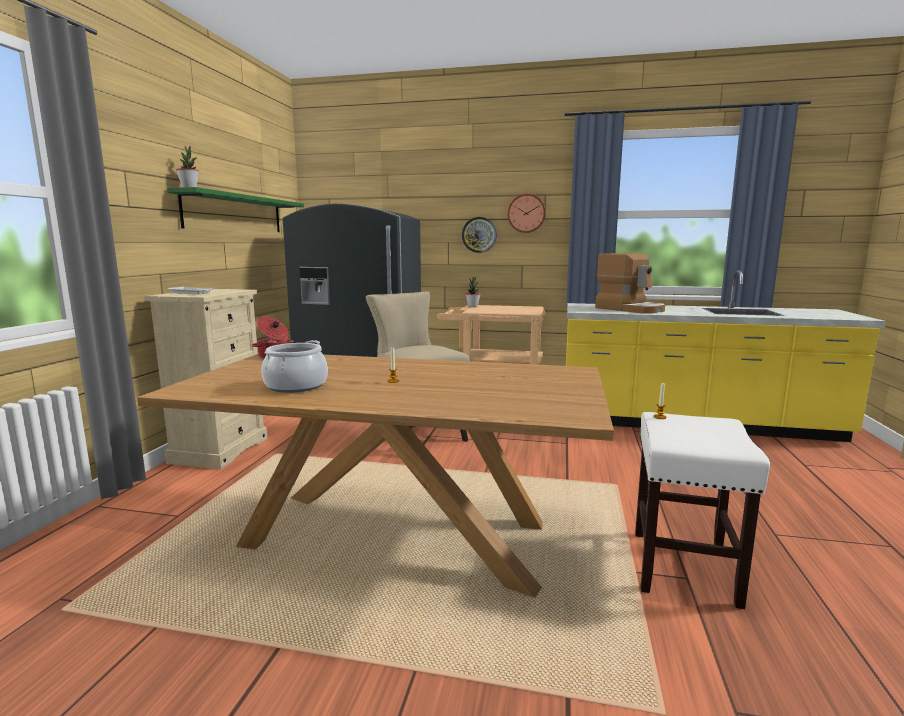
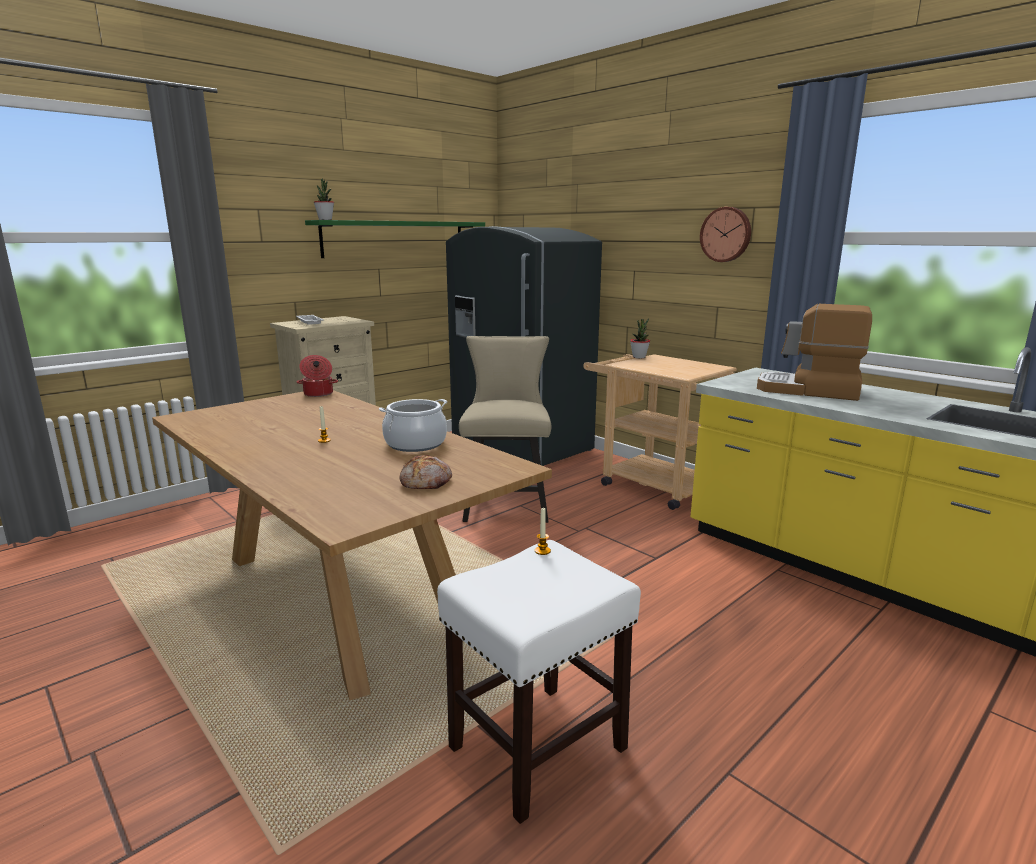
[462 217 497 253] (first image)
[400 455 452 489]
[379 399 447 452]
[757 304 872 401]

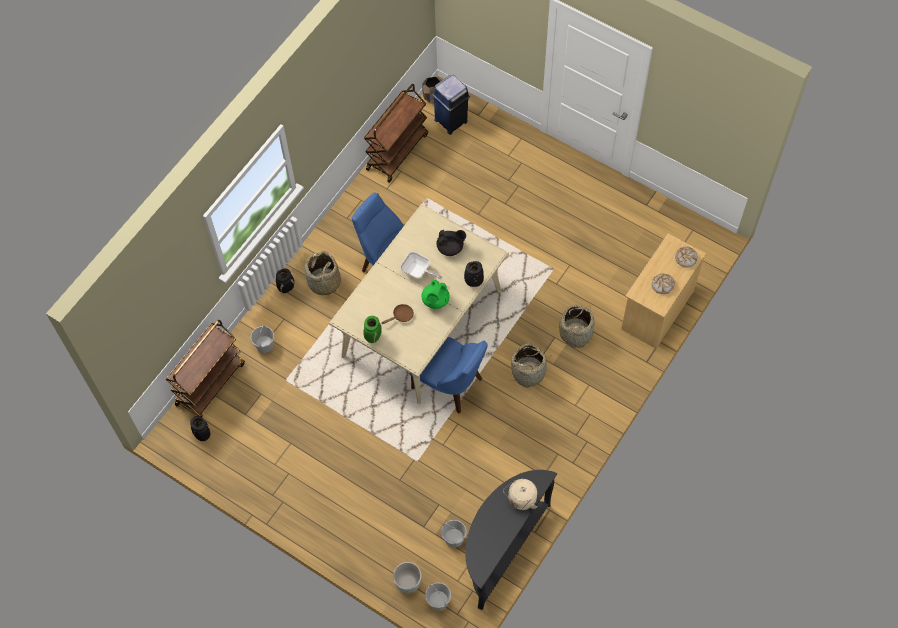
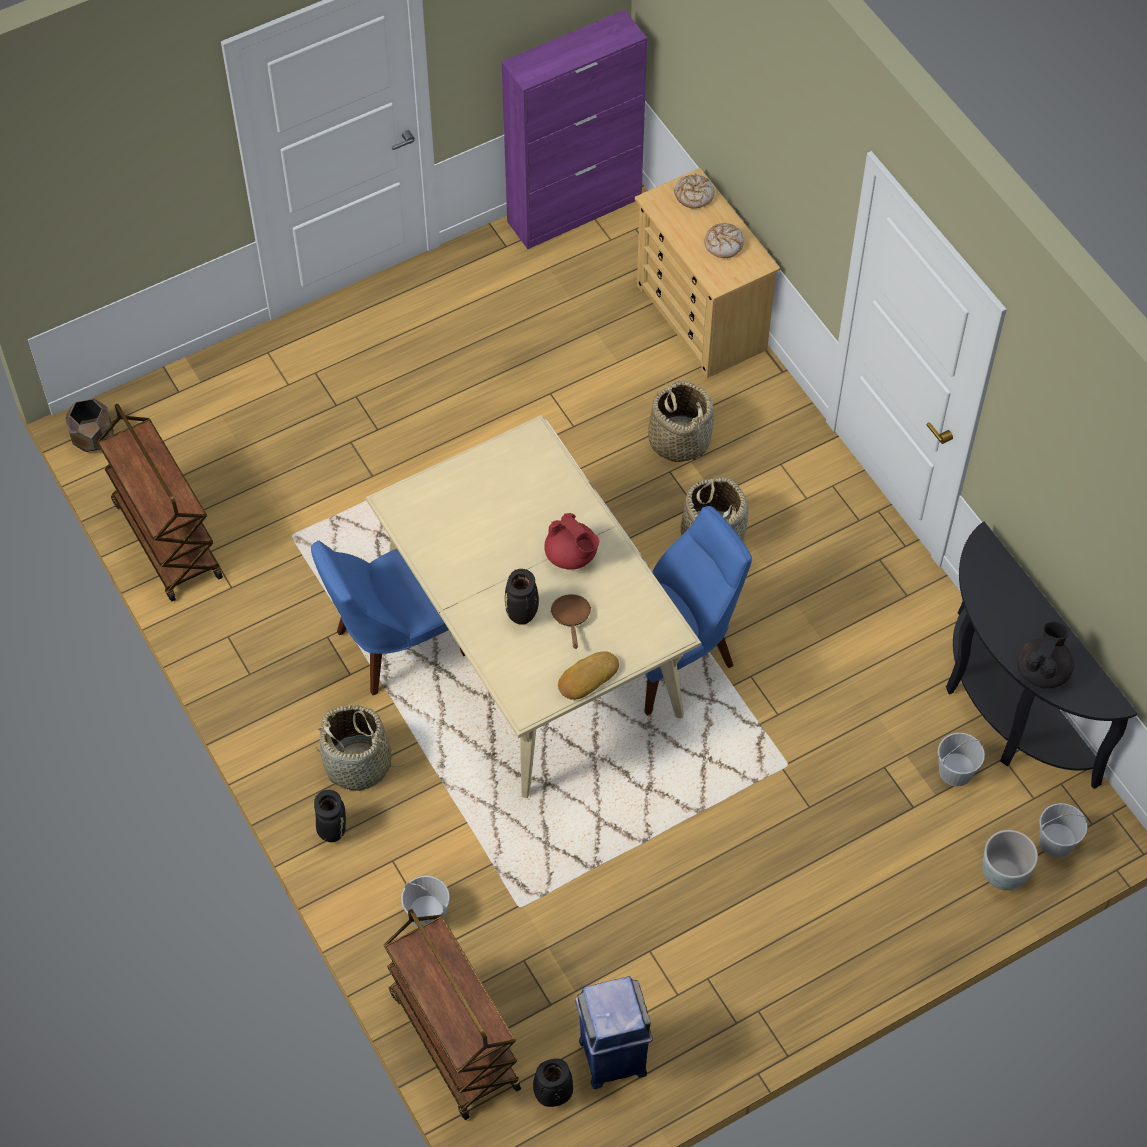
[400 251 442 279] (first image)
[503 479 537 510] (first image)
[501 10 647 249]
[575 976 653 1089]
[1017 622 1074 689]
[505 569 539 625]
[558 651 619 700]
[544 513 599 570]

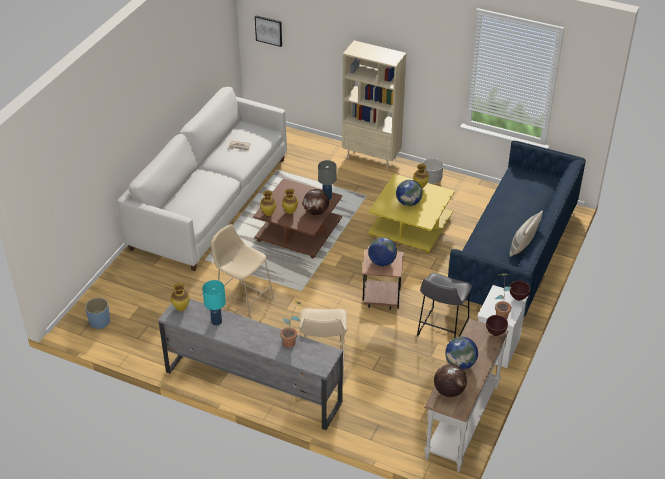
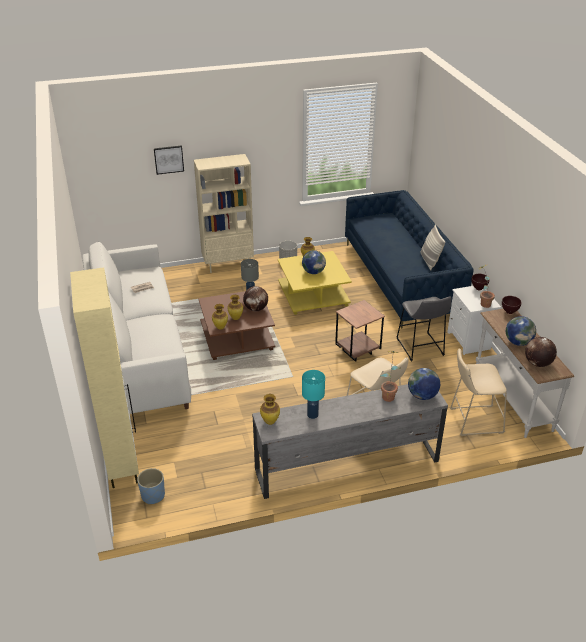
[70 267 139 488]
[450 349 507 436]
[154 145 184 175]
[408 368 440 400]

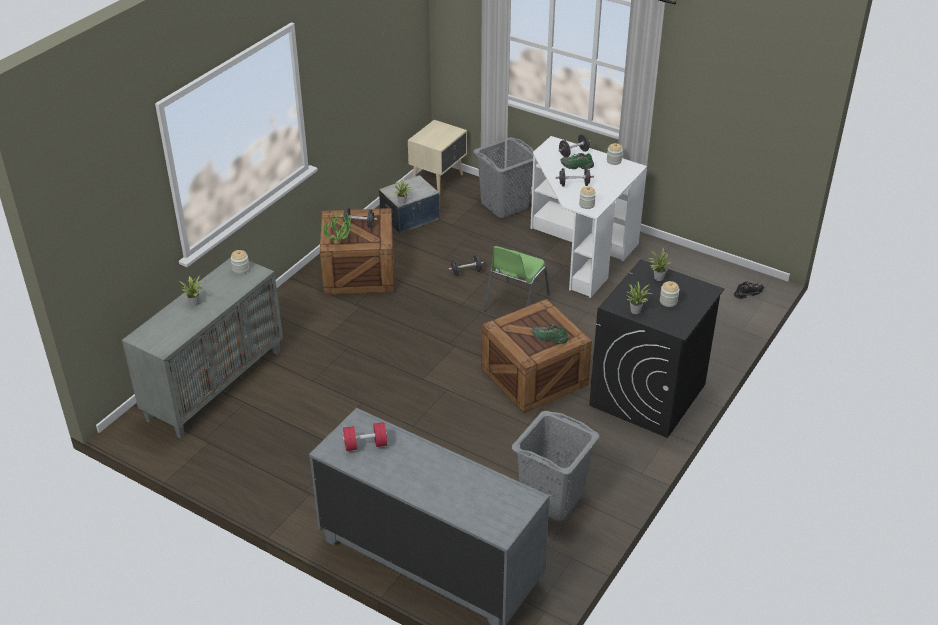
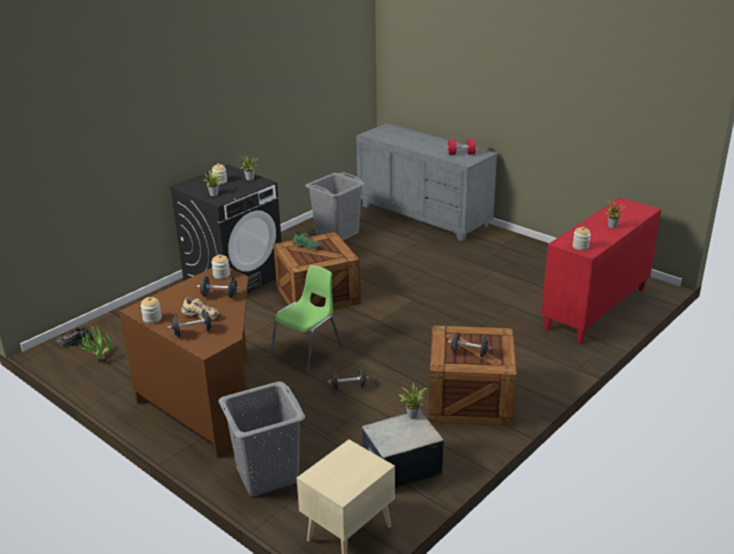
[78 324 112 360]
[541 197 661 343]
[119 268 248 458]
[181 297 220 319]

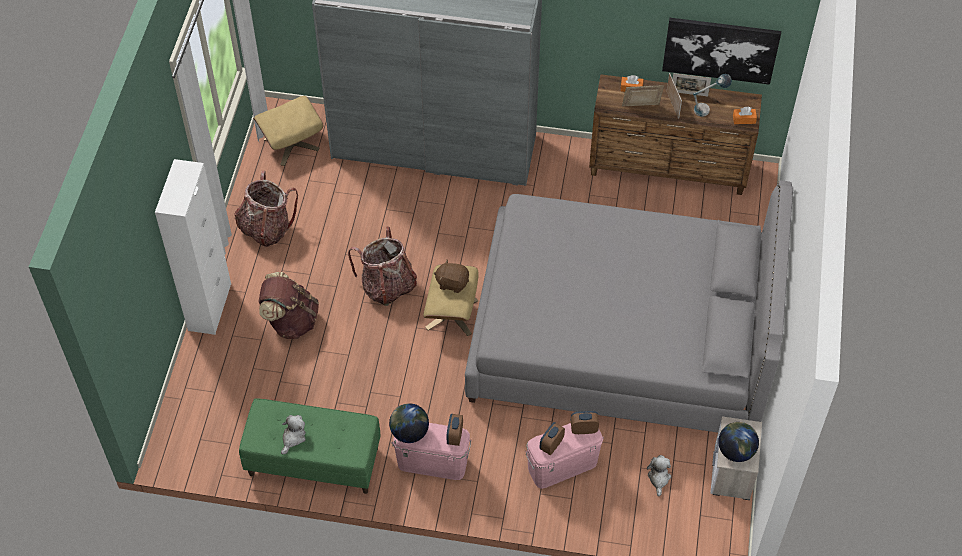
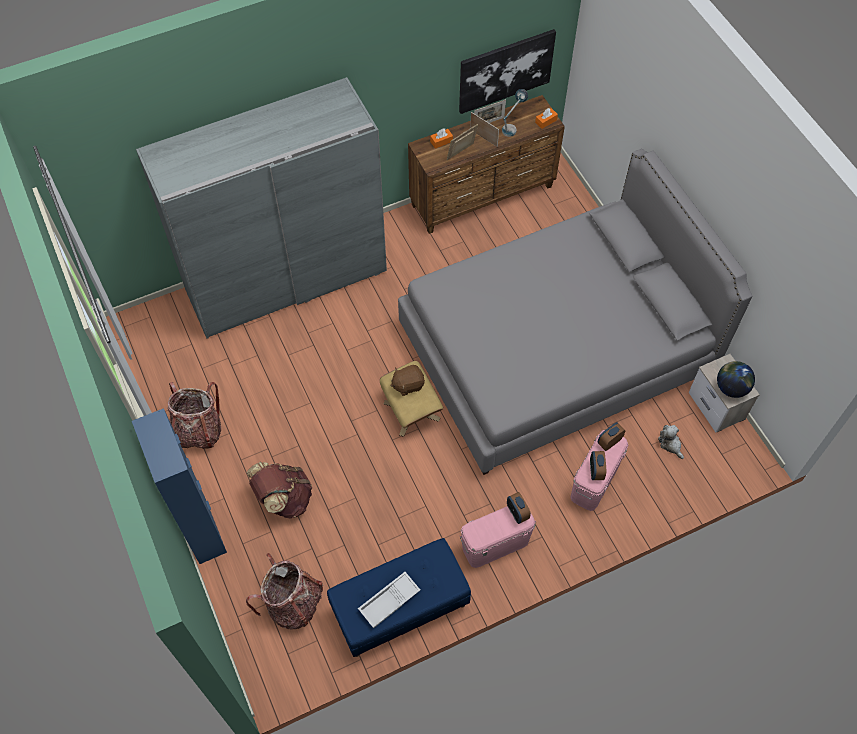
[253 96 323 166] (first image)
[389 403 429 443] (first image)
[246 553 323 630]
[358 572 420 628]
[132 408 227 564]
[327 538 471 657]

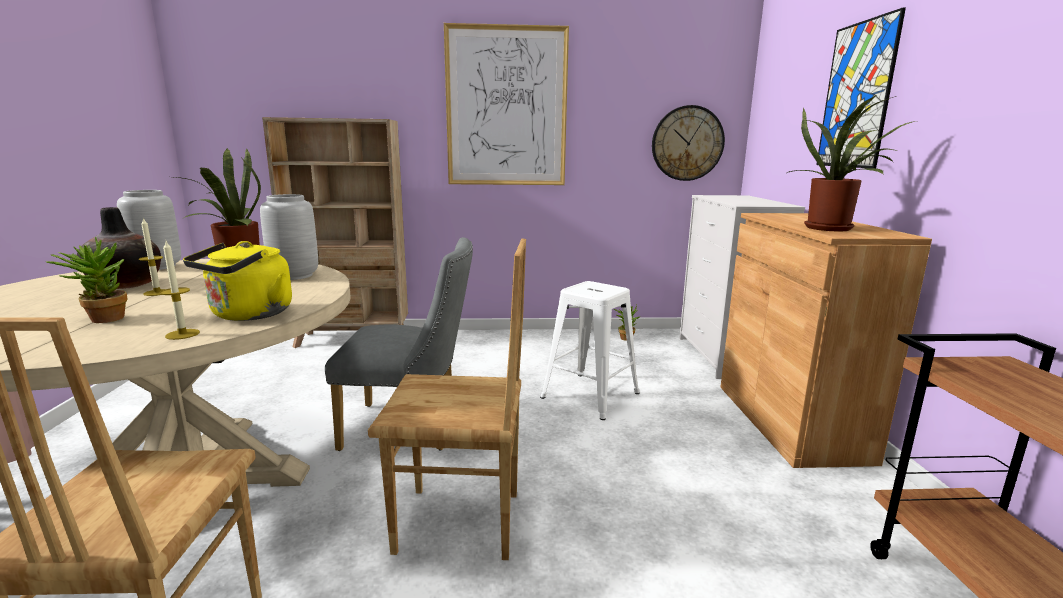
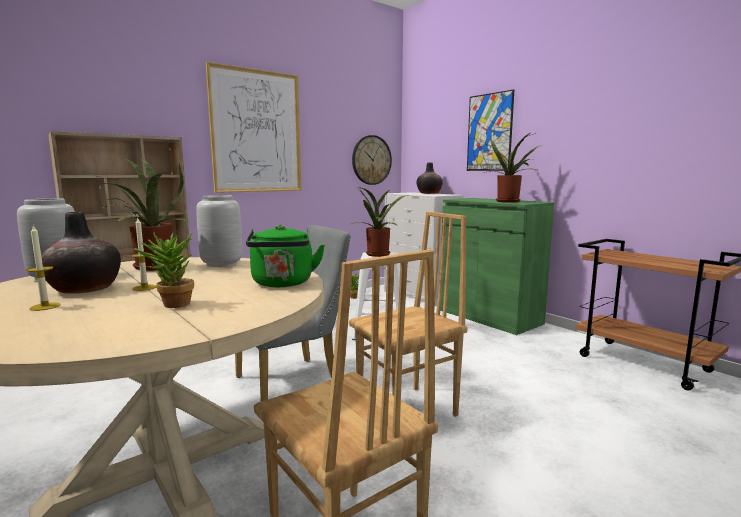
[349 187 409 257]
[417 163 443 194]
[26 224 61 311]
[246 224 325 287]
[440 198 554 335]

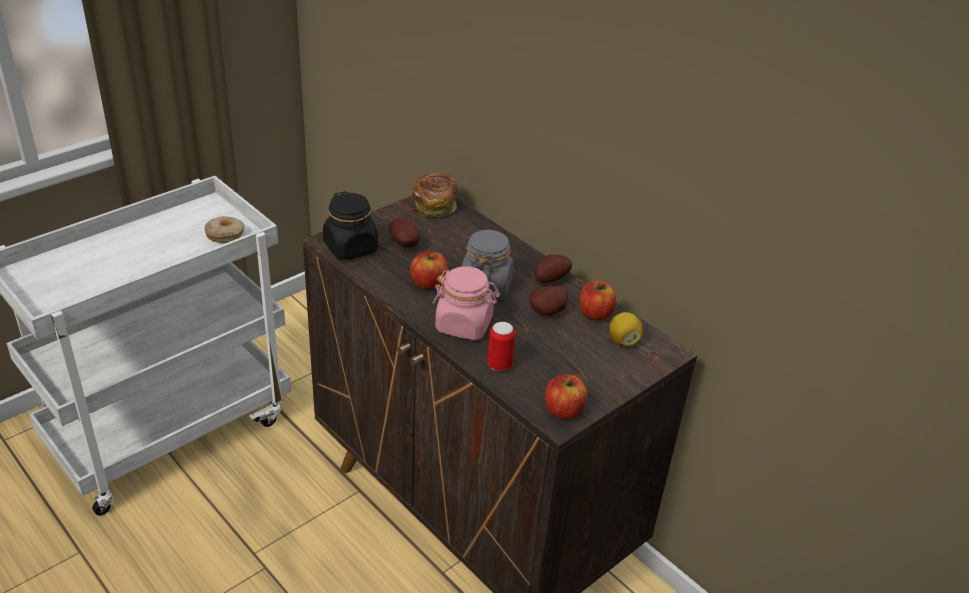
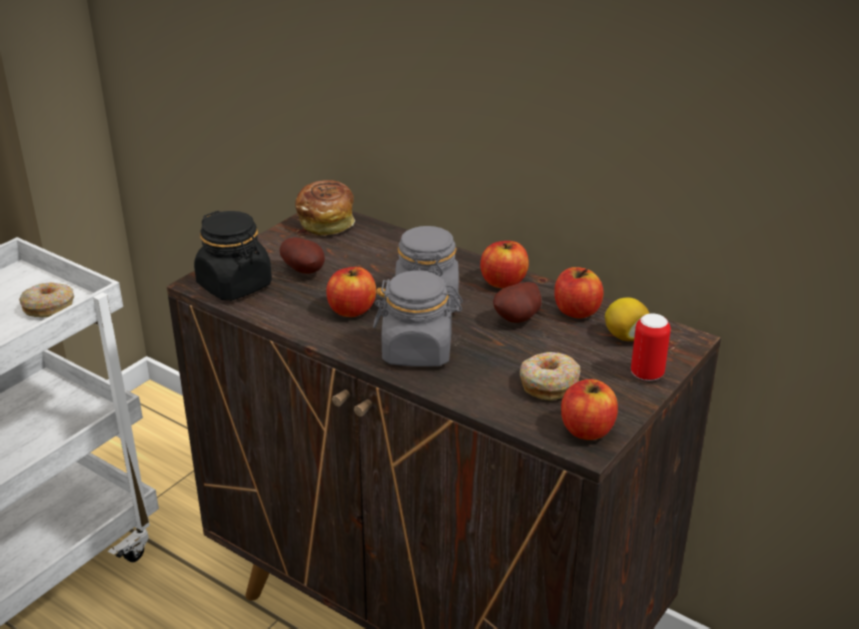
[520 352 580 401]
[631 313 671 381]
[480 241 529 288]
[373 271 463 367]

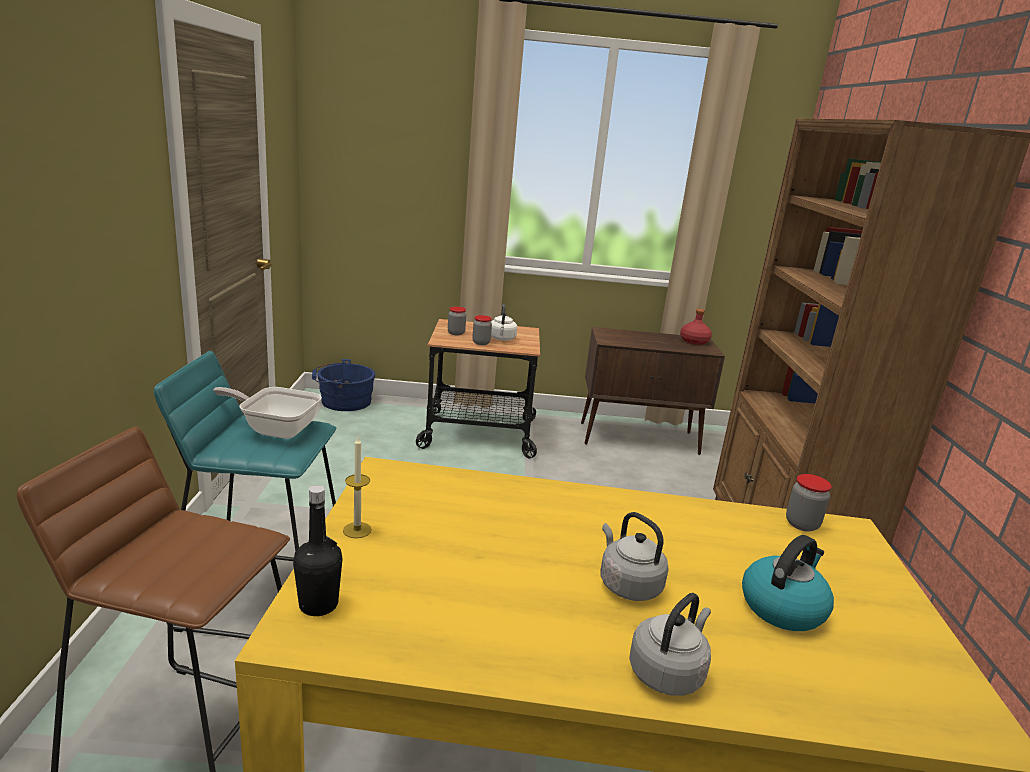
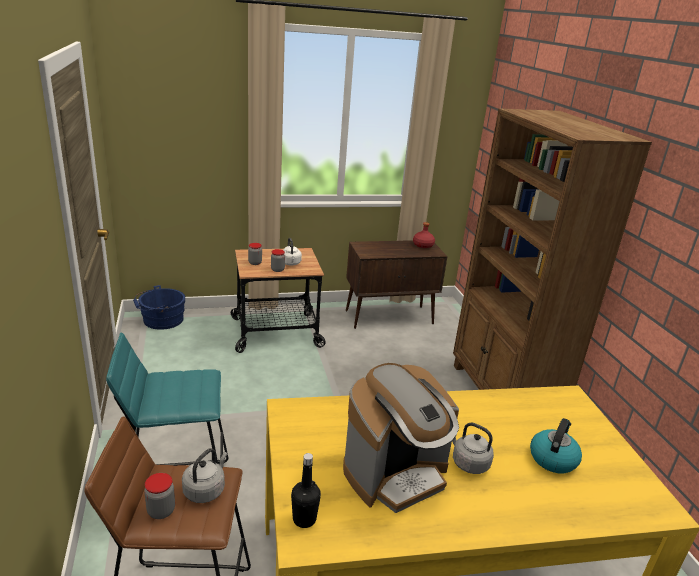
[213 387 322 439] (first image)
[343 437 372 538] (first image)
[343 363 459 513]
[182 448 228 503]
[144 473 175 519]

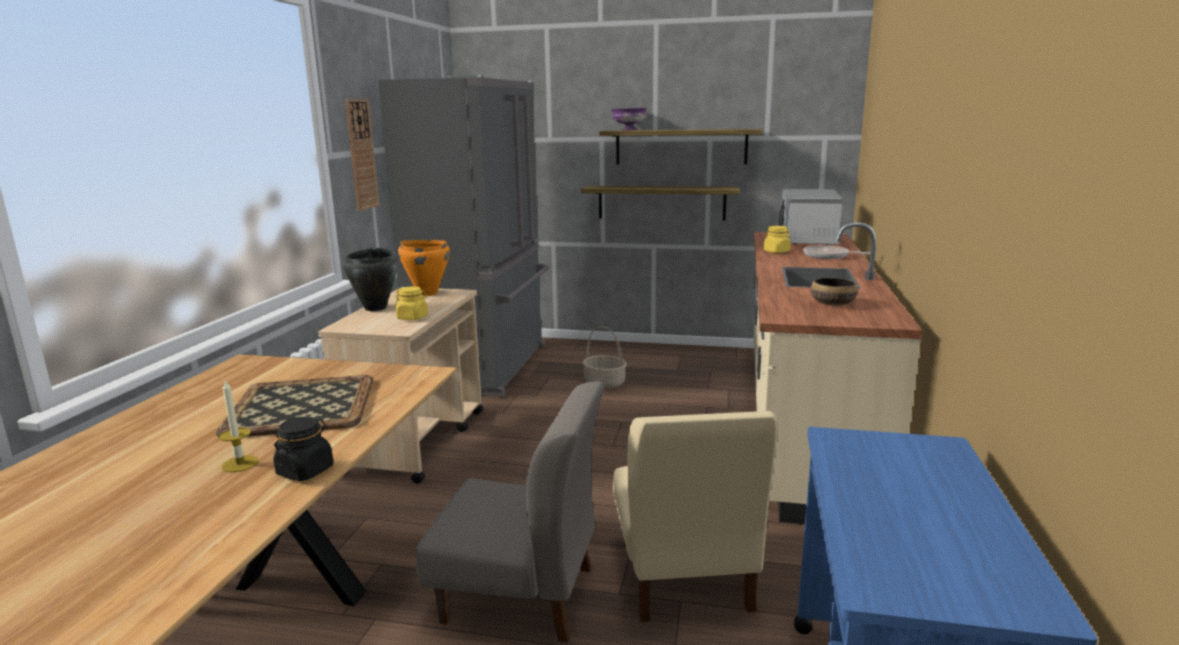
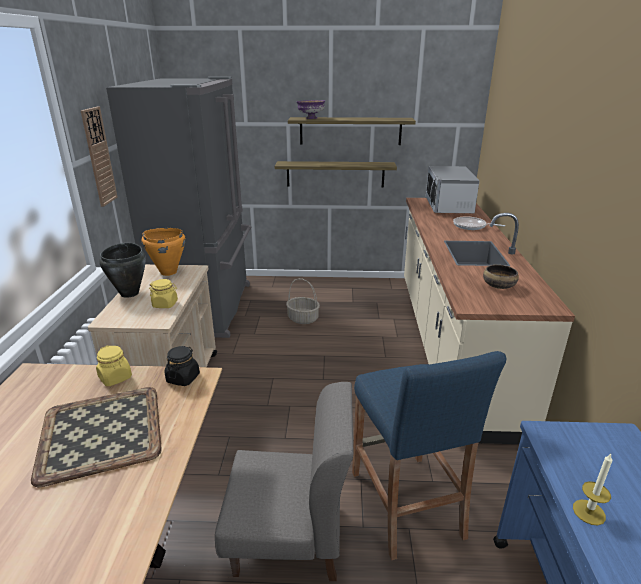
[573 454 612 525]
[164 346 200 386]
[96 345 132 386]
[352 351 507 560]

